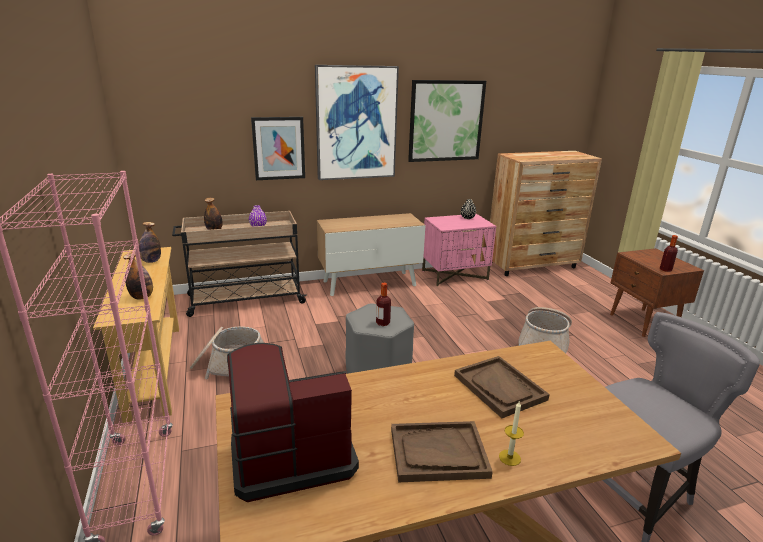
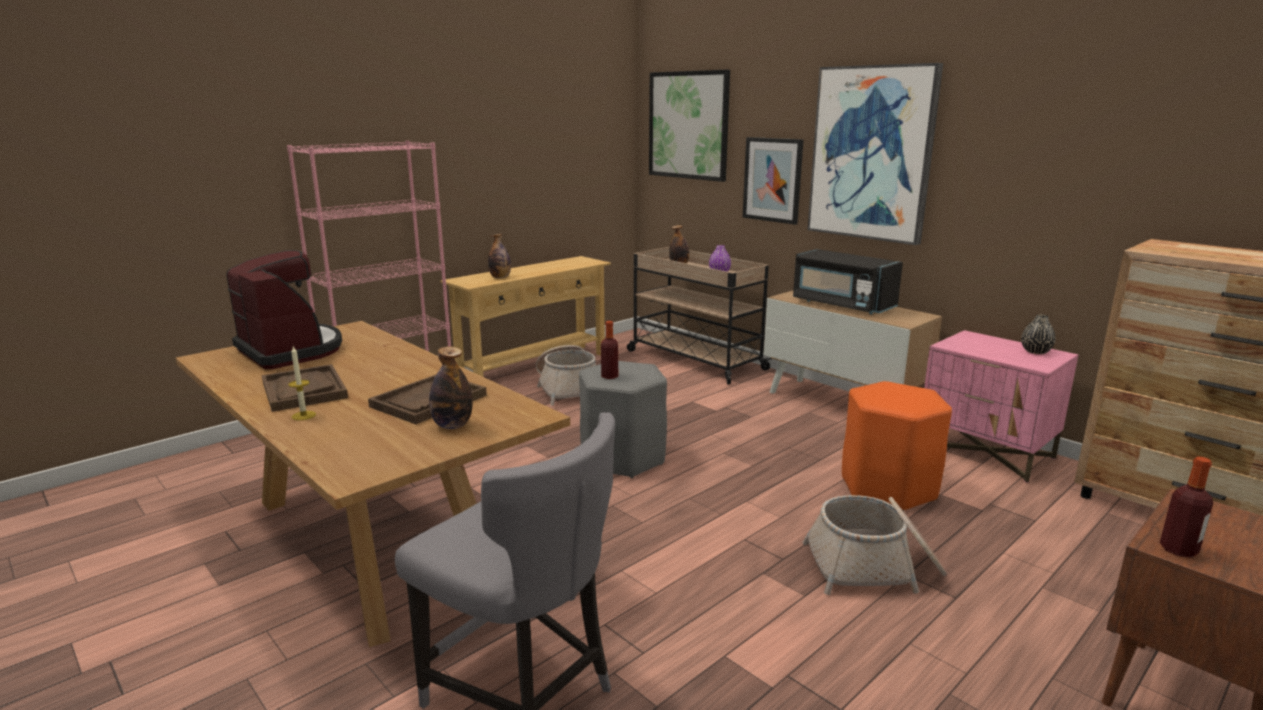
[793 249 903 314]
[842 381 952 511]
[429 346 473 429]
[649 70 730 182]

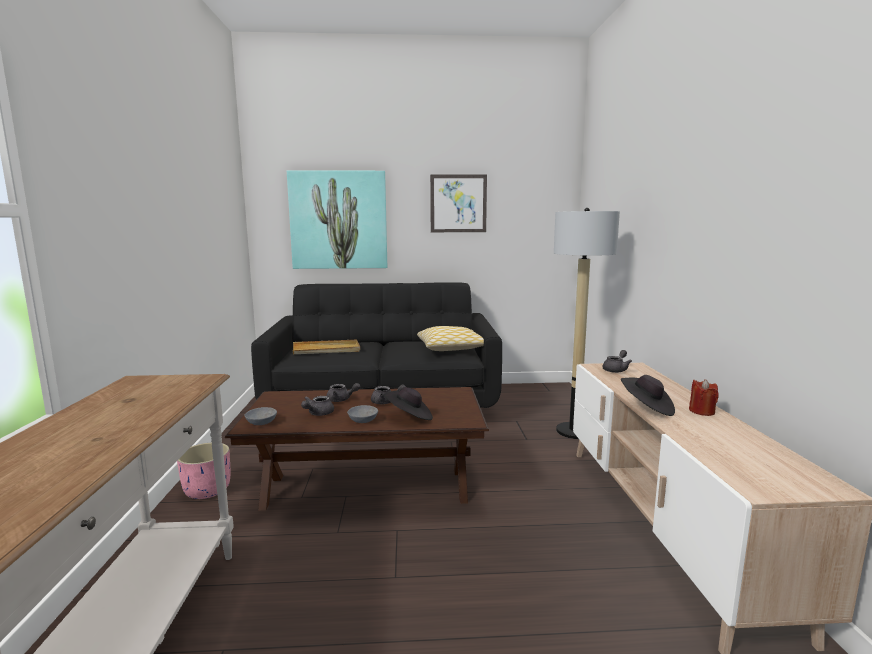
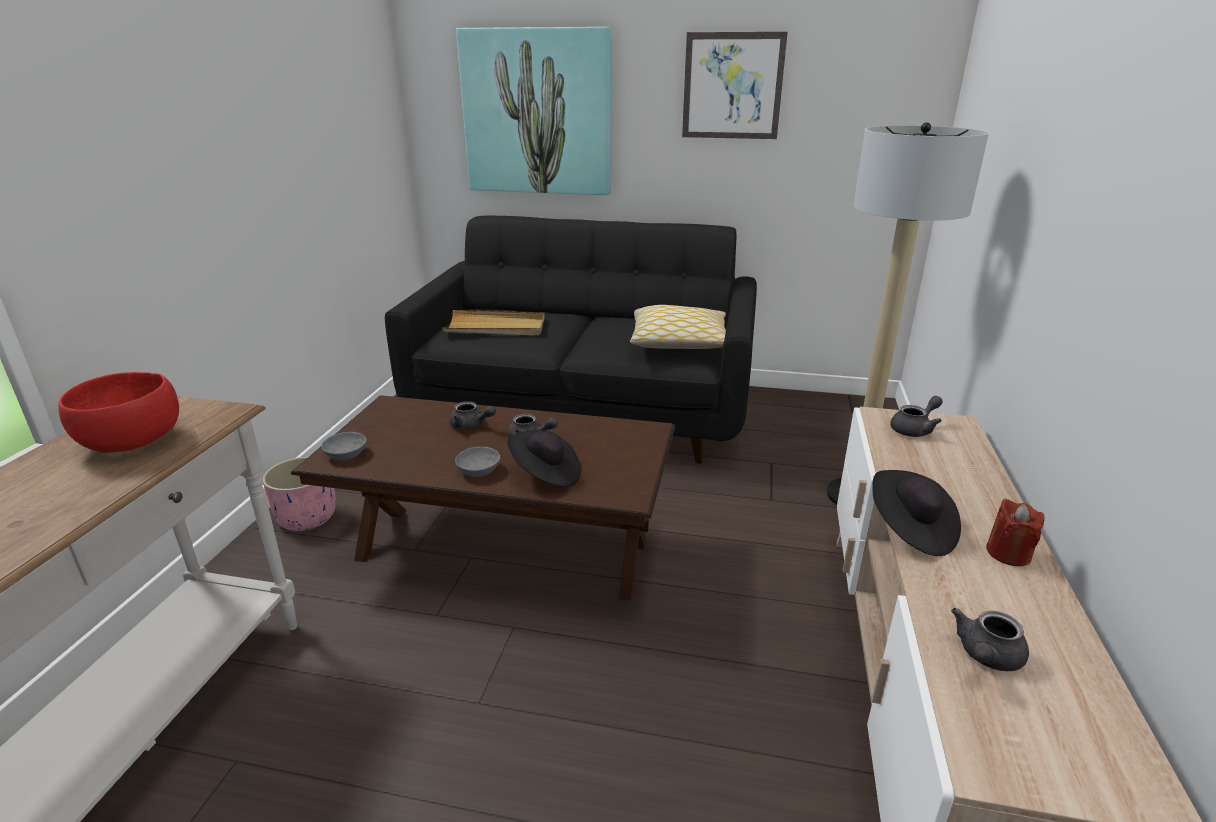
[58 372 179 453]
[951 608 1029 671]

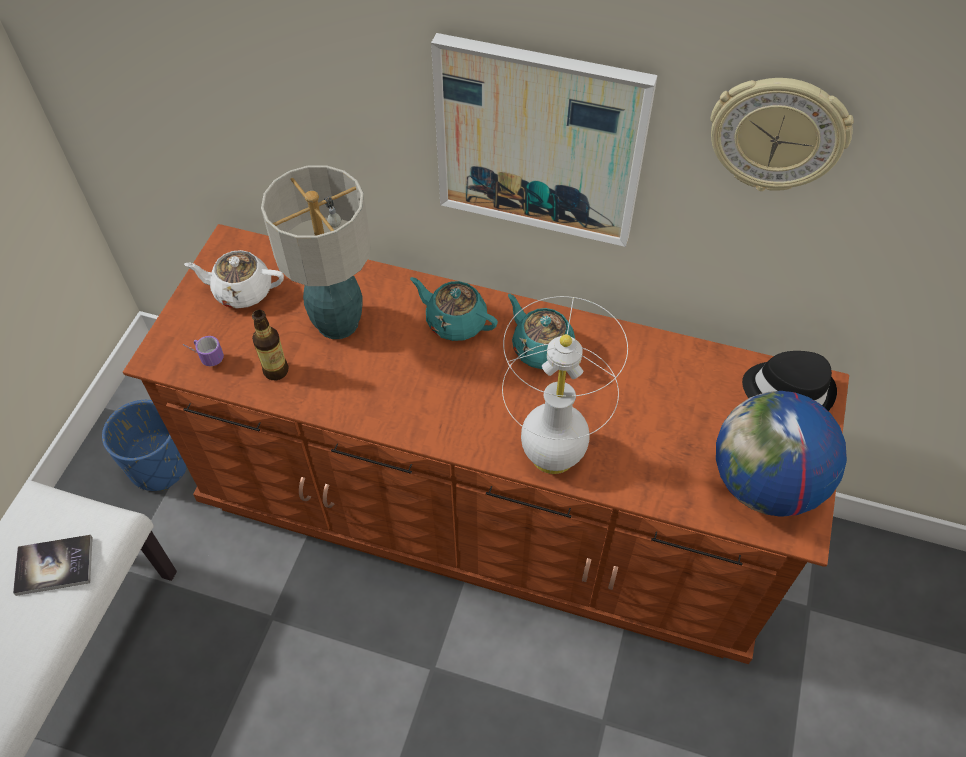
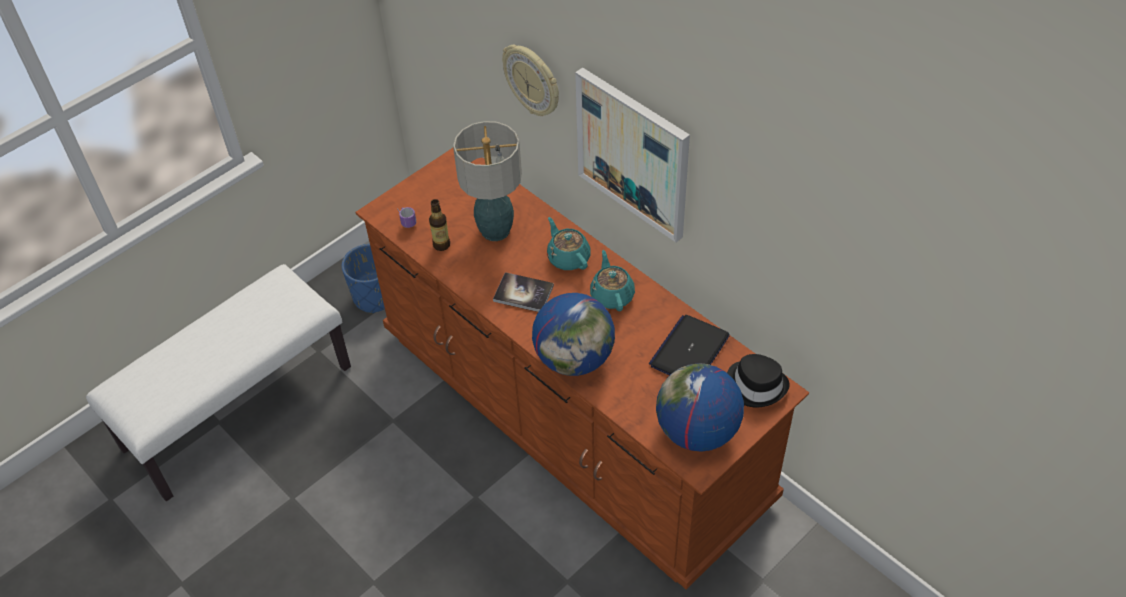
[184 250 284 308] (first image)
[649 315 730 375]
[493 272 554 312]
[502 45 559 116]
[532 293 615 376]

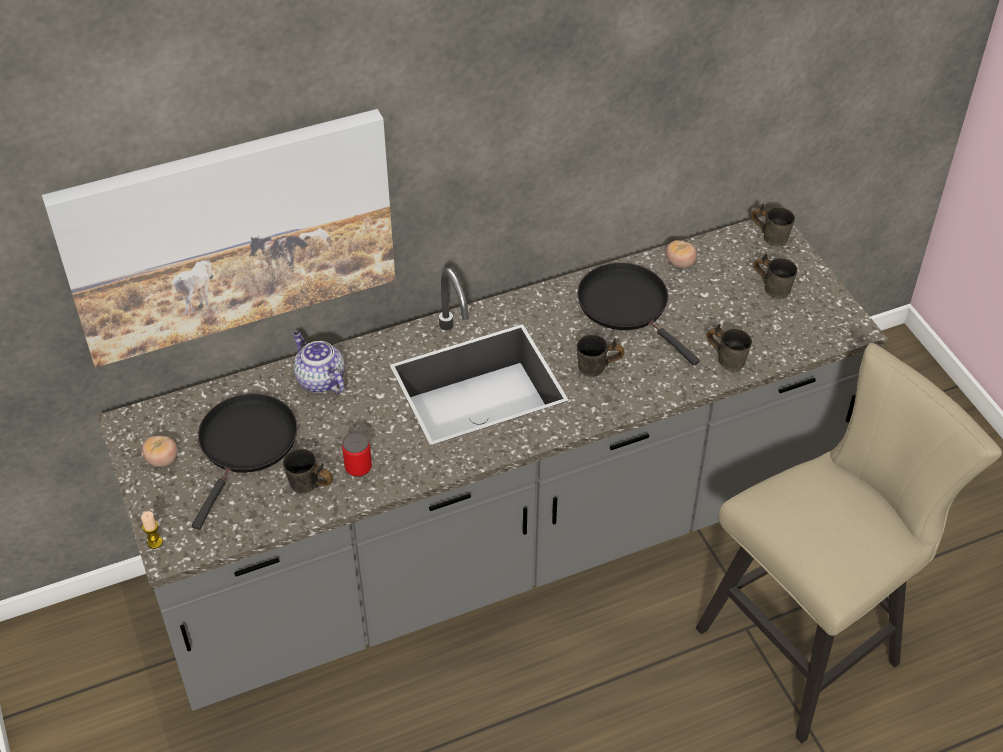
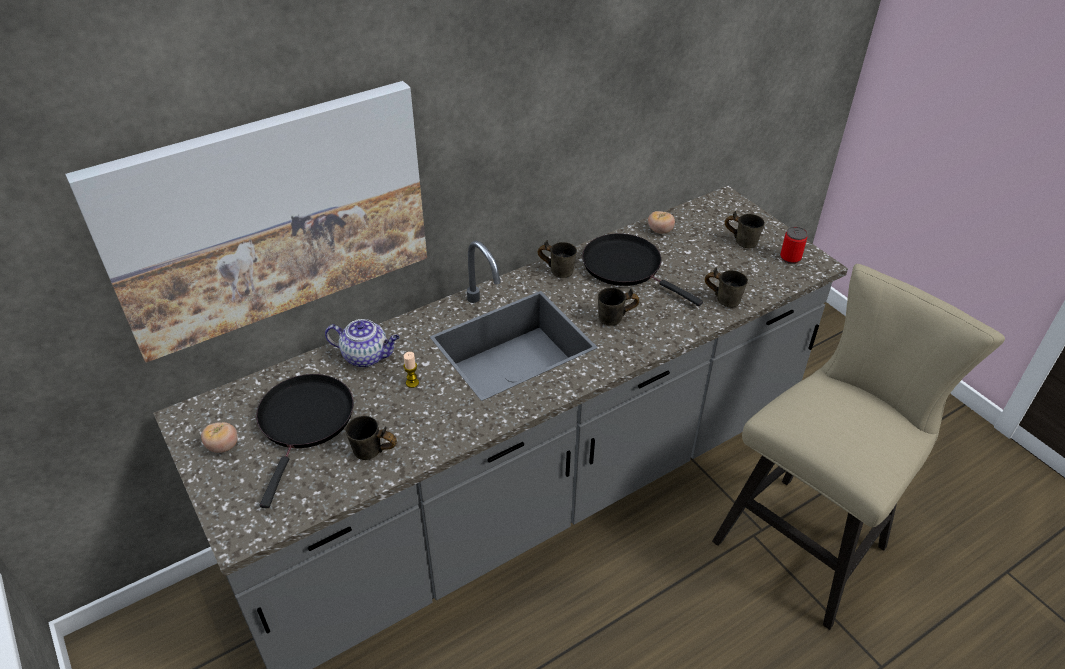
[403 352 419 388]
[780 227 808 264]
[538 240 577 278]
[325 319 400 367]

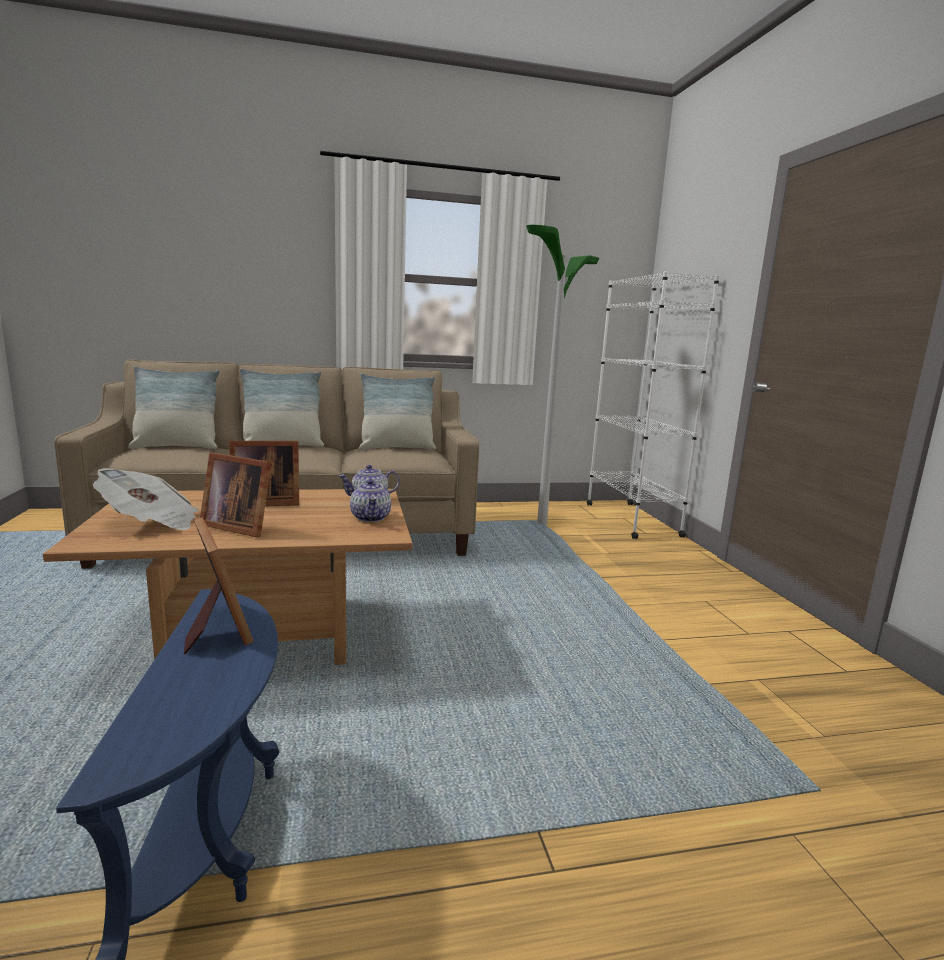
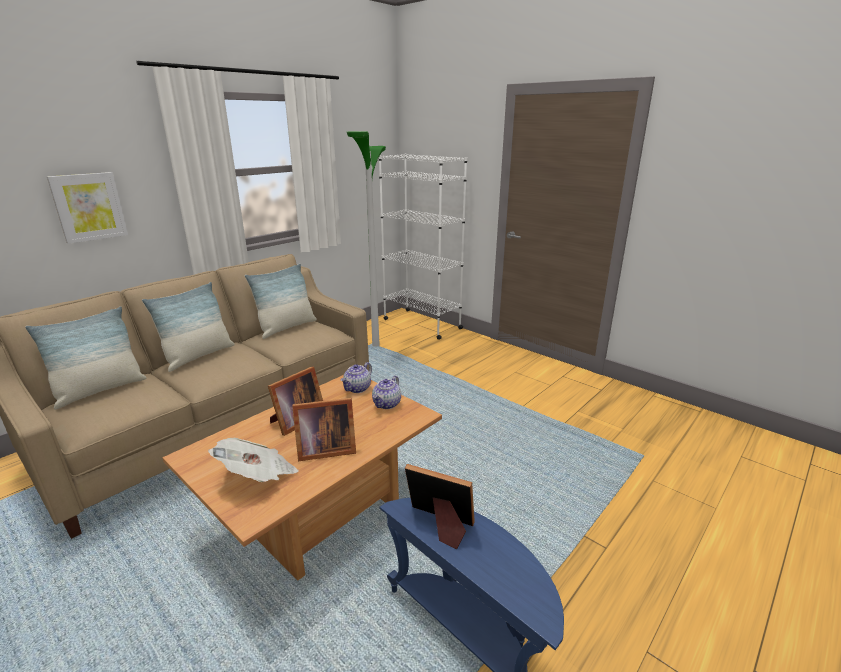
[47 172 128 244]
[372 376 401 409]

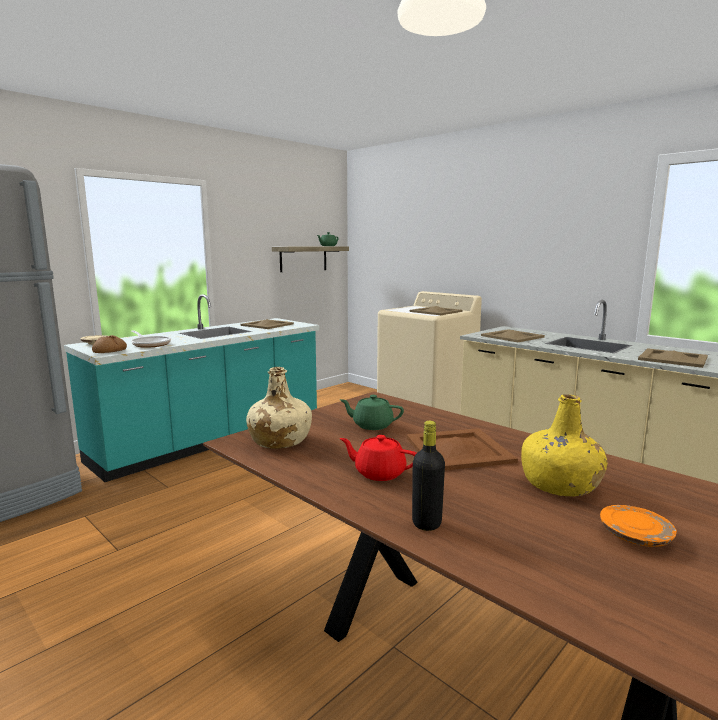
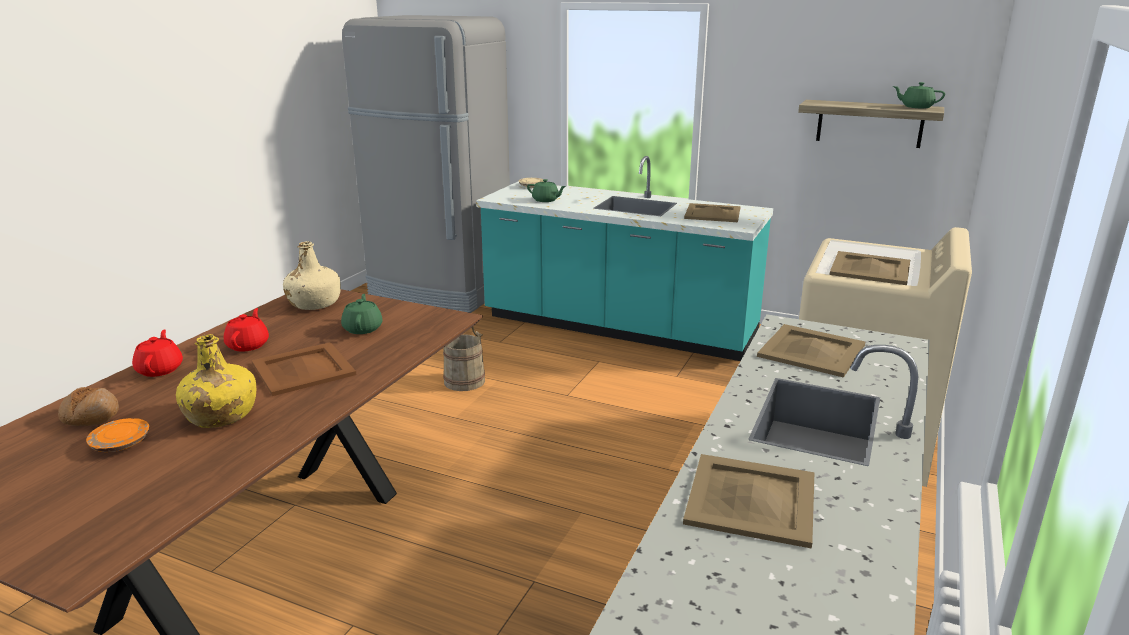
[443 327 485 391]
[58 387 119 426]
[527 179 566 202]
[132 329 183 377]

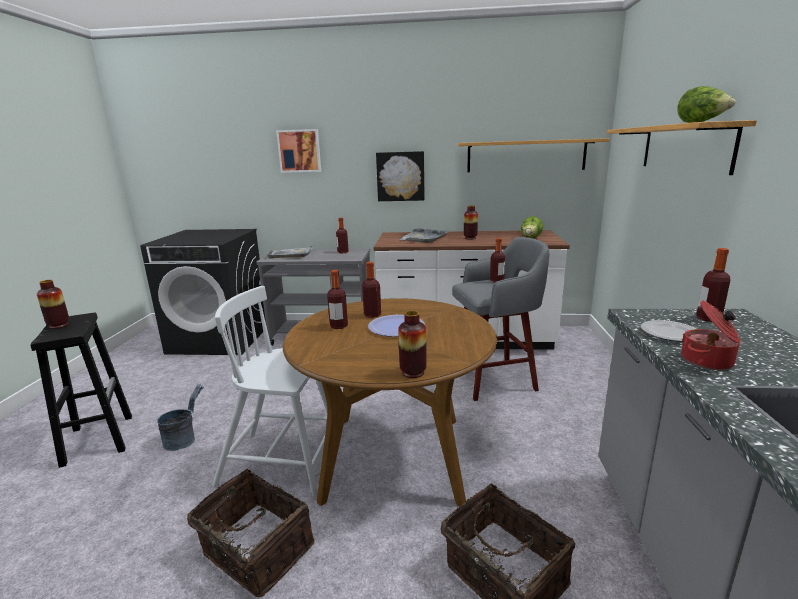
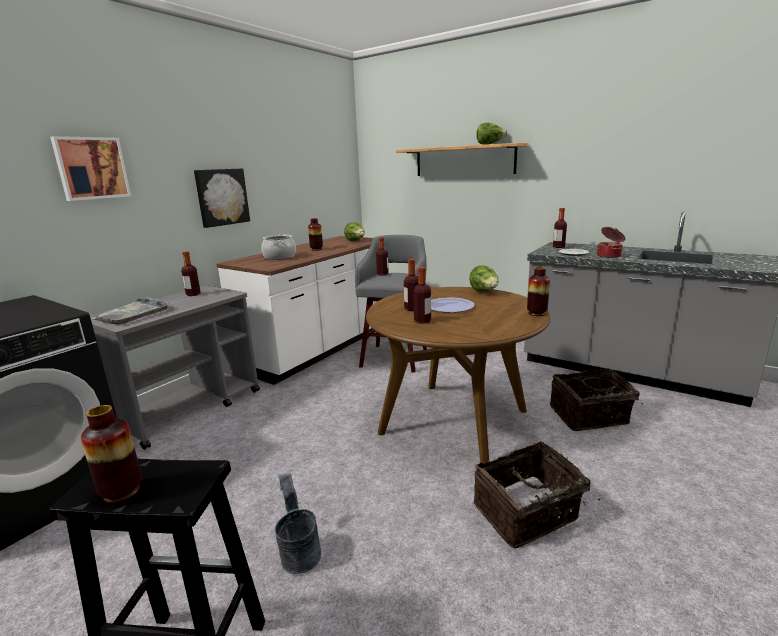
[212 286 342 497] (first image)
[457 138 609 173] (first image)
[469 265 499 292]
[261 235 296 260]

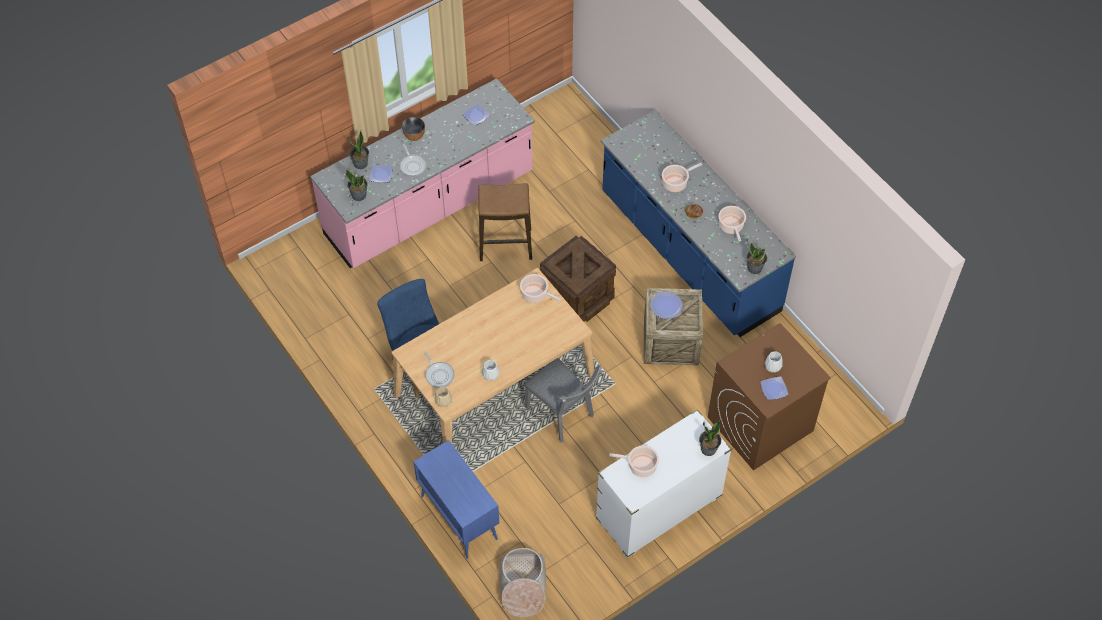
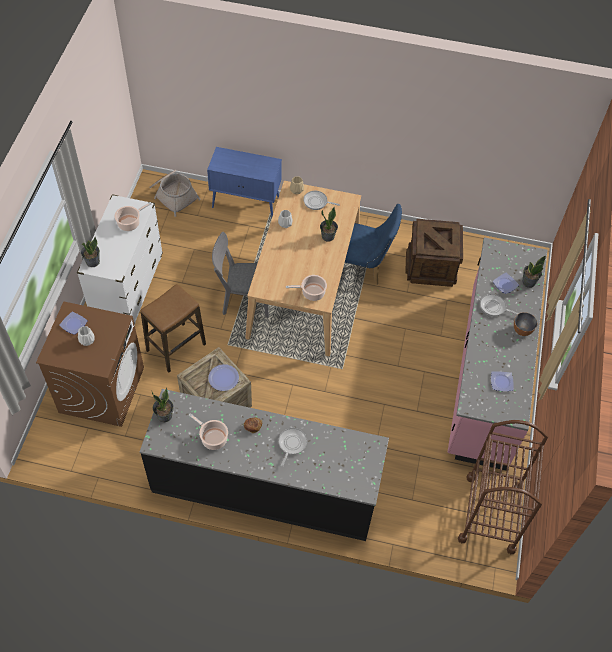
[458 420 548 554]
[320 206 338 242]
[141 284 206 373]
[405 219 463 287]
[278 428 307 467]
[139 389 389 541]

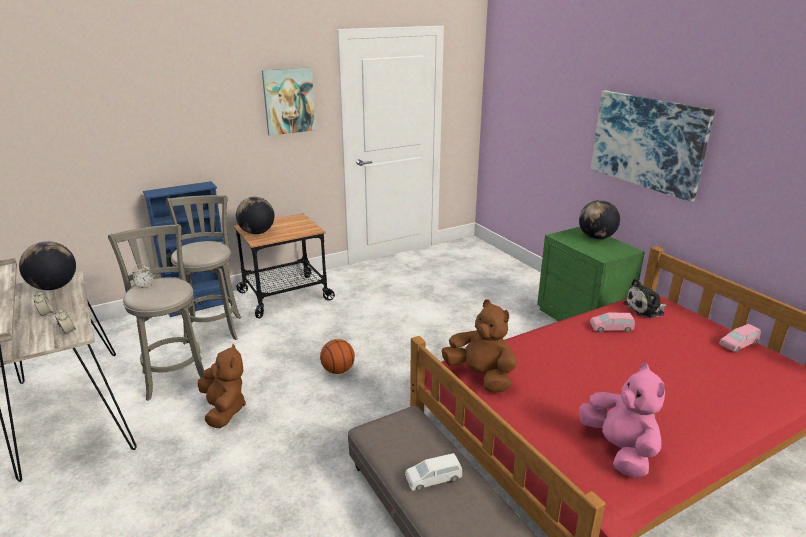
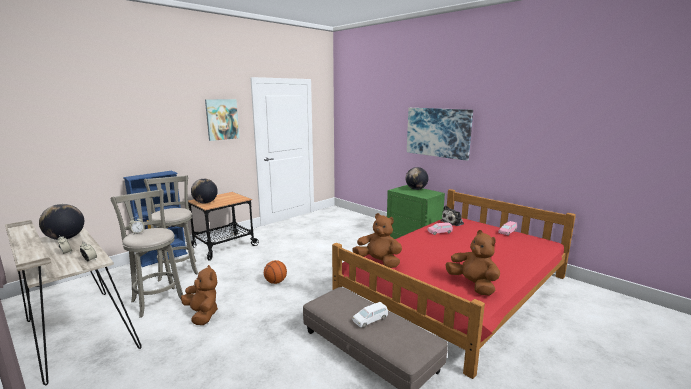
[445 230 500 295]

